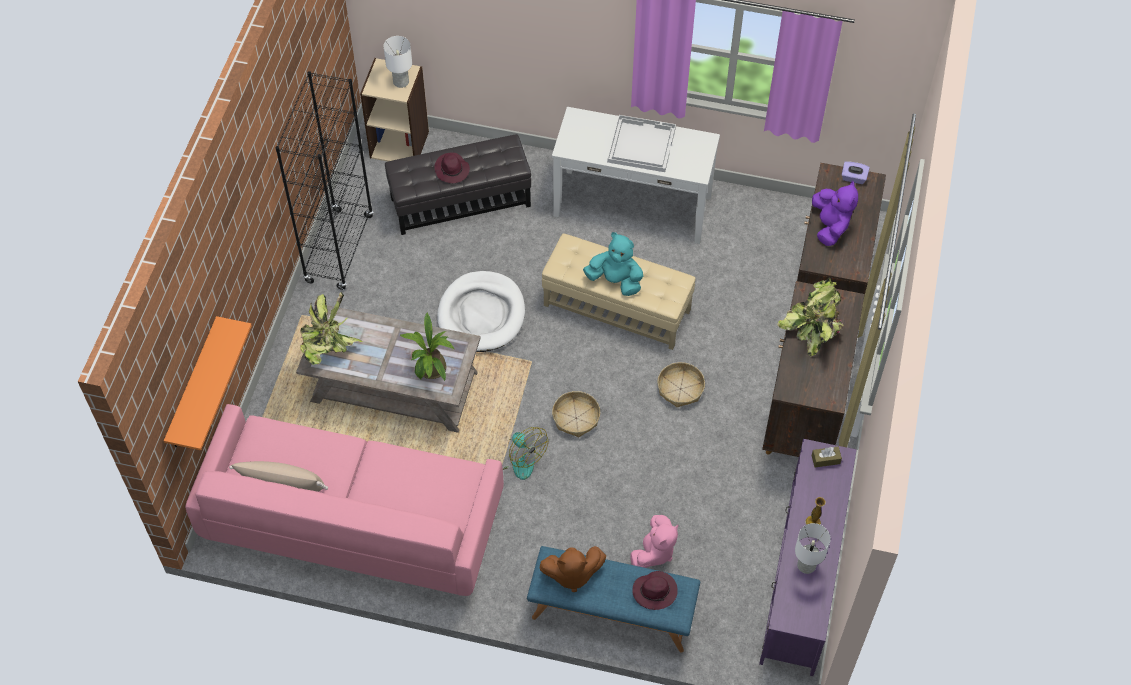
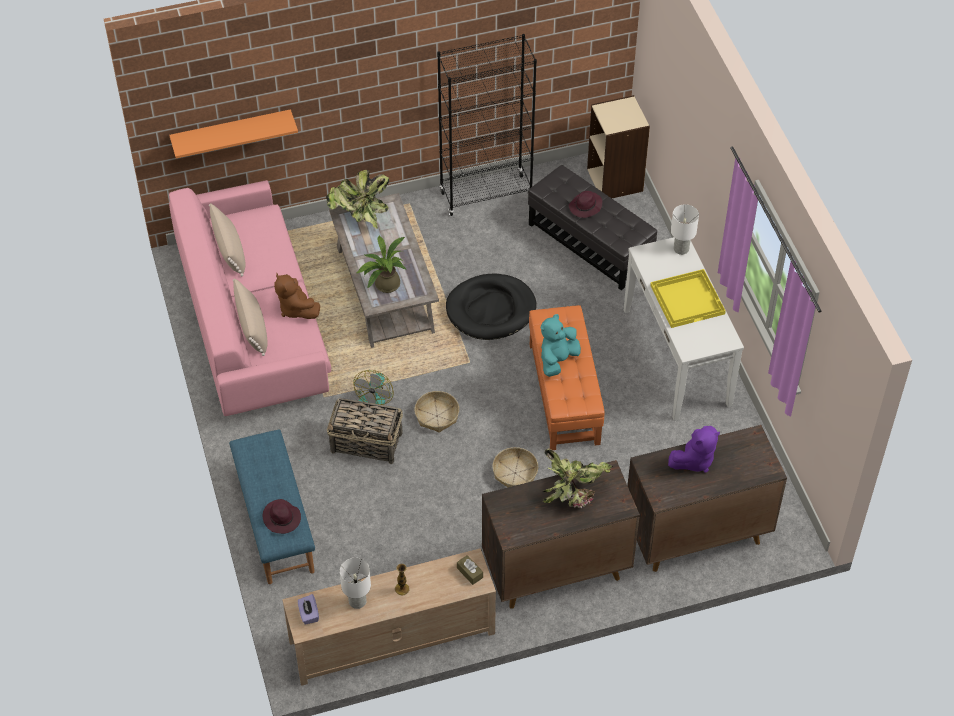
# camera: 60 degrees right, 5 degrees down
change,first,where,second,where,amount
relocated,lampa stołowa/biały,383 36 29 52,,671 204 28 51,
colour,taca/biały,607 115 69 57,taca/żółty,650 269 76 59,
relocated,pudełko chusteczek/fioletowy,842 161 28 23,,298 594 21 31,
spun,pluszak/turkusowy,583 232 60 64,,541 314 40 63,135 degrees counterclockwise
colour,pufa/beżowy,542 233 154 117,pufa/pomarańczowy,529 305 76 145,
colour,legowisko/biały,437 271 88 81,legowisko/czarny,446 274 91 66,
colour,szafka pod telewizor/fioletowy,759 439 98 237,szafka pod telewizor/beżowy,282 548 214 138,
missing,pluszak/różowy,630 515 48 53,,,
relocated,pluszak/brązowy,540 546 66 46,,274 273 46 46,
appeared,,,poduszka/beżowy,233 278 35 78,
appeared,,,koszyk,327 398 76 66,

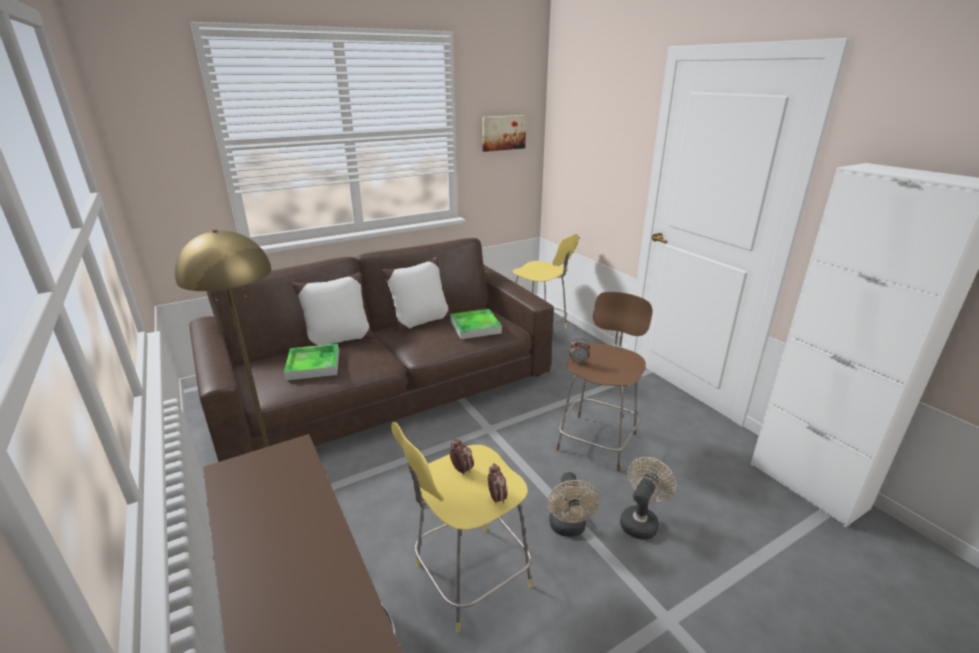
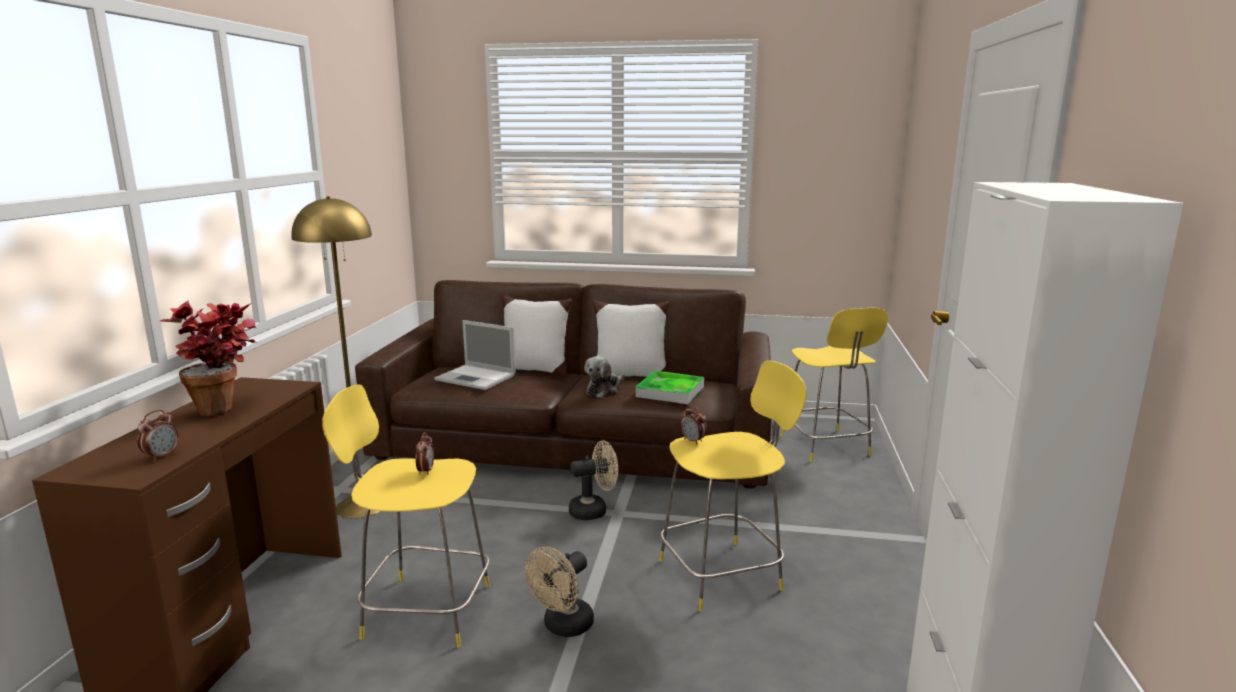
# camera: 40 degrees right, 10 degrees down
change,first,where,second,where,amount
missing,obraz,482 115 44 37,,,
colour,stołek/brązowy,556 292 97 179,stołek/żółty,659 360 148 251,
exchanged,taca,284 344 55 37,laptop,434 320 82 70,
relocated,wentylator/beżowy,620 457 57 83,,569 440 49 80,
relocated,budzik,488 463 19 41,,137 410 41 52,
appeared,,,roślina doniczkowa,160 301 97 116,
appeared,,,pluszak,584 356 41 42,

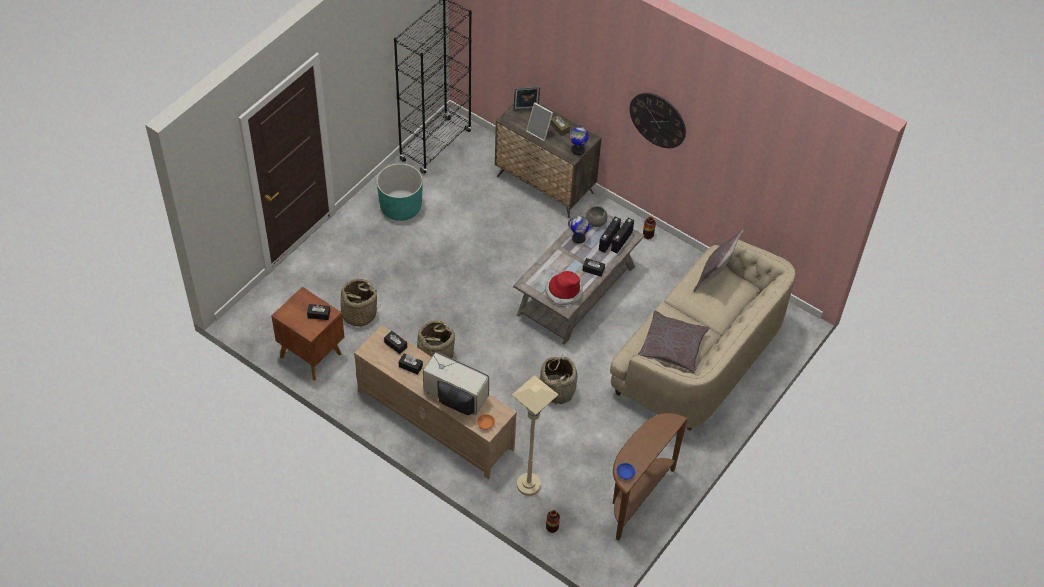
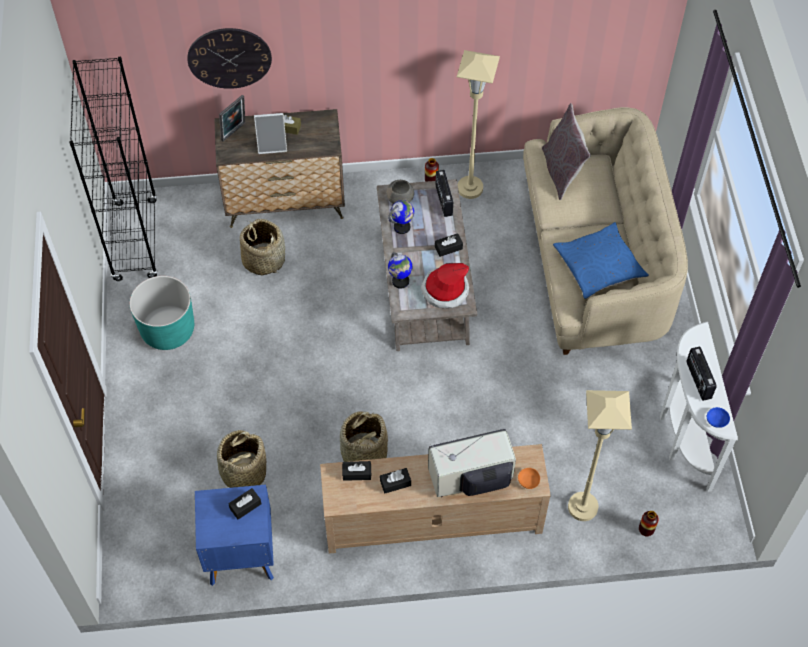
# camera: 40 degrees left, 5 degrees up
change,first,where,second,where,amount
relocated,zegar ścienny,630 93 56 55,,187 28 85 61,
relocated,globus,570 125 18 30,,388 252 25 37,
relocated,radio,599 217 22 36,,687 347 30 54,
colour,szafka nocna/brązowy,271 287 73 93,szafka nocna/niebieski,195 485 79 101,
colour,poduszka/szary,638 311 72 62,poduszka/niebieski,553 222 96 77,
relocated,koszyk,540 356 38 49,,240 219 45 56,
colour,stolik konsolowy/brązowy,613 413 75 128,stolik konsolowy/biały,660 322 78 170,
appeared,,,lampa stojąca/beżowy,457 50 43 149,

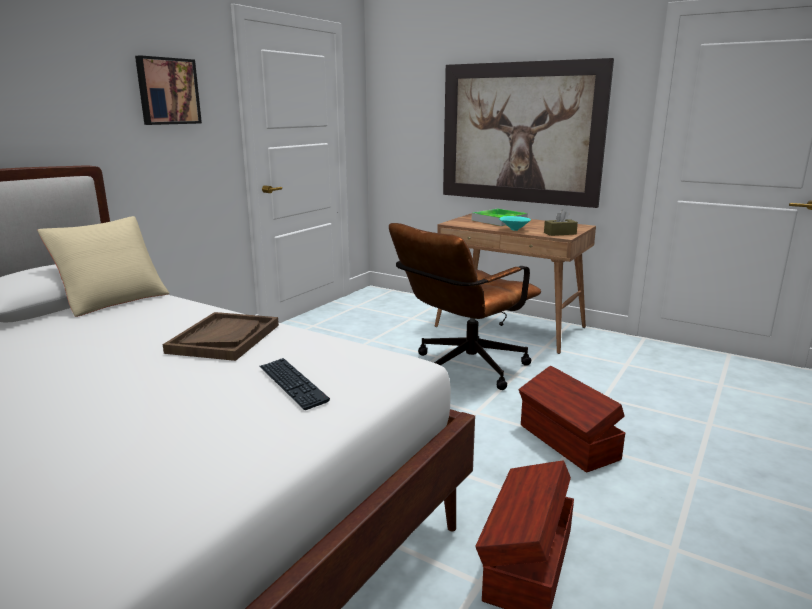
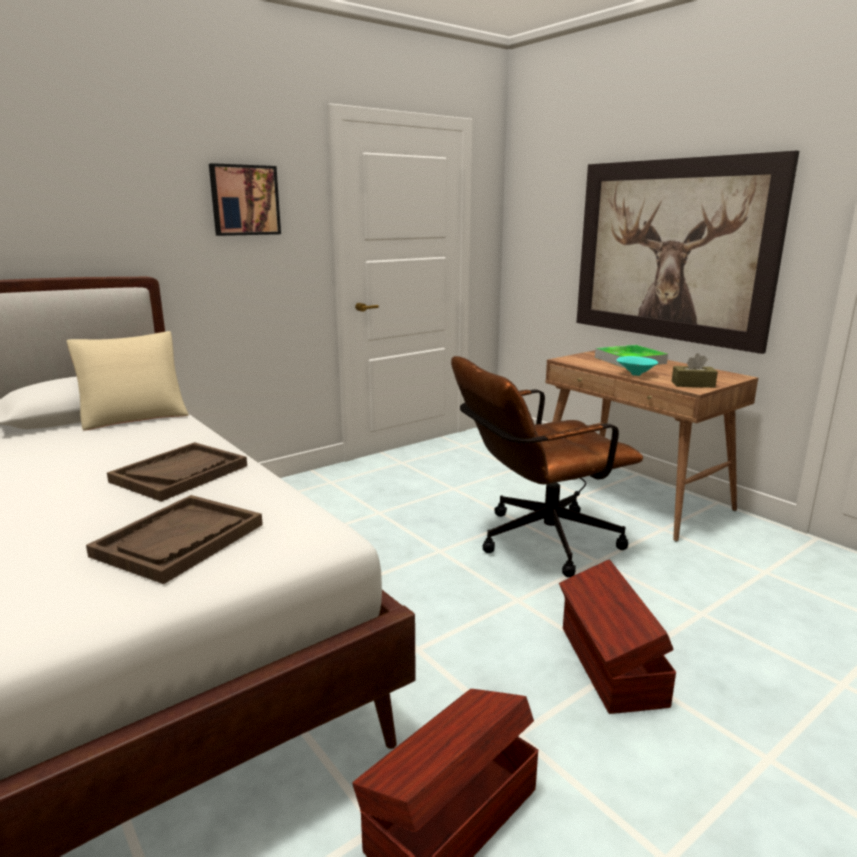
# camera: 20 degrees right, 0 degrees up
change,first,where,second,where,amount
exchanged,klawiatura,260 358 70 52,taca/brązowy,86 495 177 89,

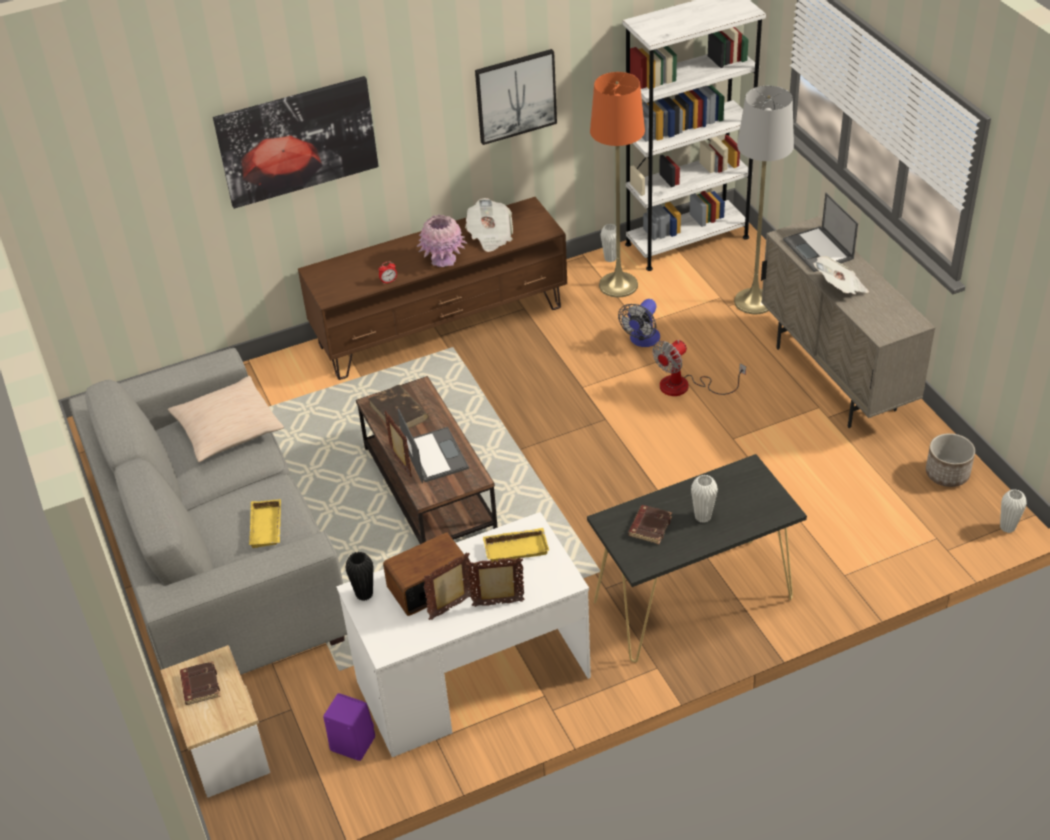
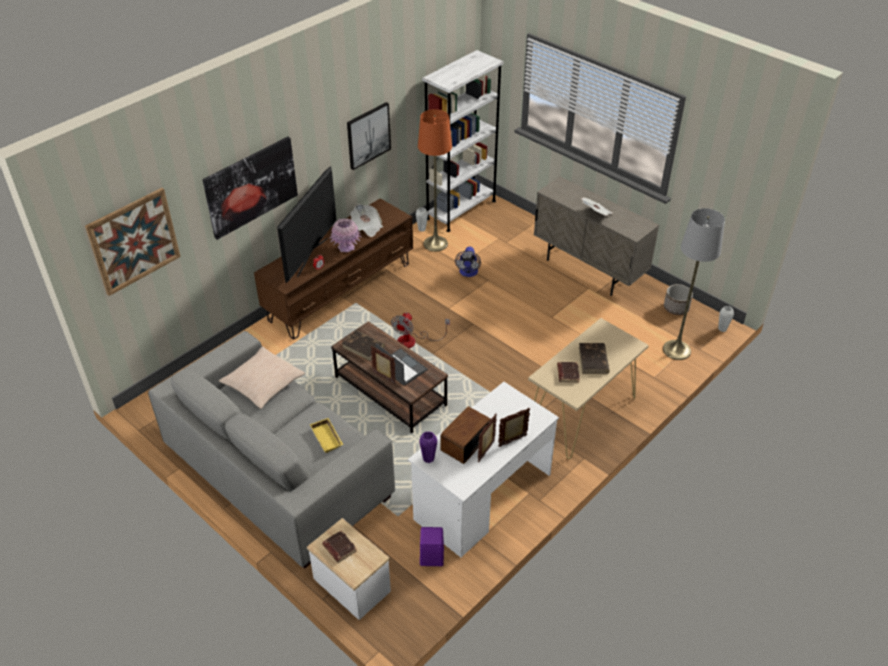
# camera: 25 degrees left, 0 degrees up
change,first,where,second,where,amount
relocated,lampa stojąca/szary,734 86 60 228,,663 208 62 152,
missing,laptop,783 193 75 79,,,
relocated,wentylator,652 340 94 56,,391 313 59 35,
colour,stolik konsolowy/czarny,587 454 220 208,stolik konsolowy/beżowy,528 318 121 141,
exchanged,wazon/biały,691 475 27 48,książka/brązowy,579 343 31 31,
missing,taca/żółty,483 528 66 34,,,
colour,wazon/czarny,345 552 28 49,wazon/fioletowy,419 431 18 32,
appeared,,,telewizor,277 166 60 117,
appeared,,,obraz,85 188 96 108,

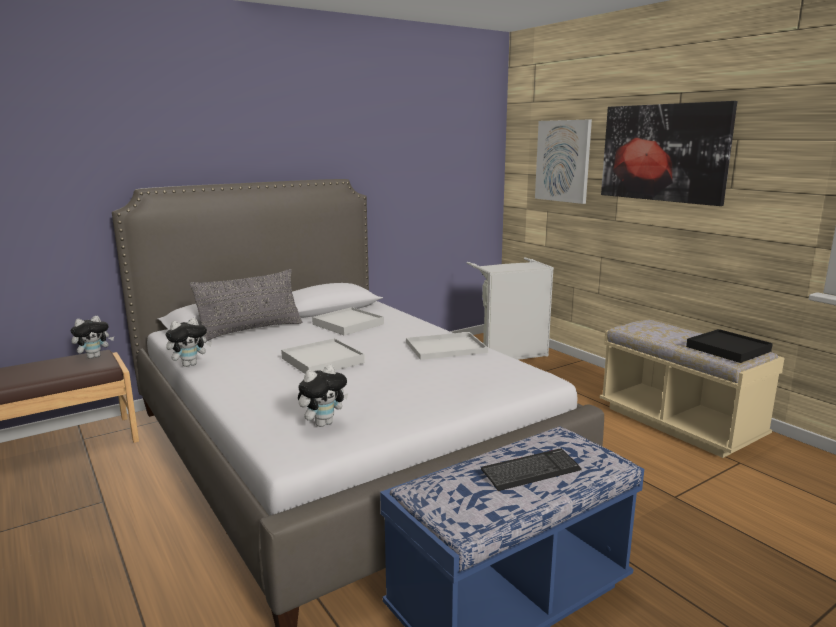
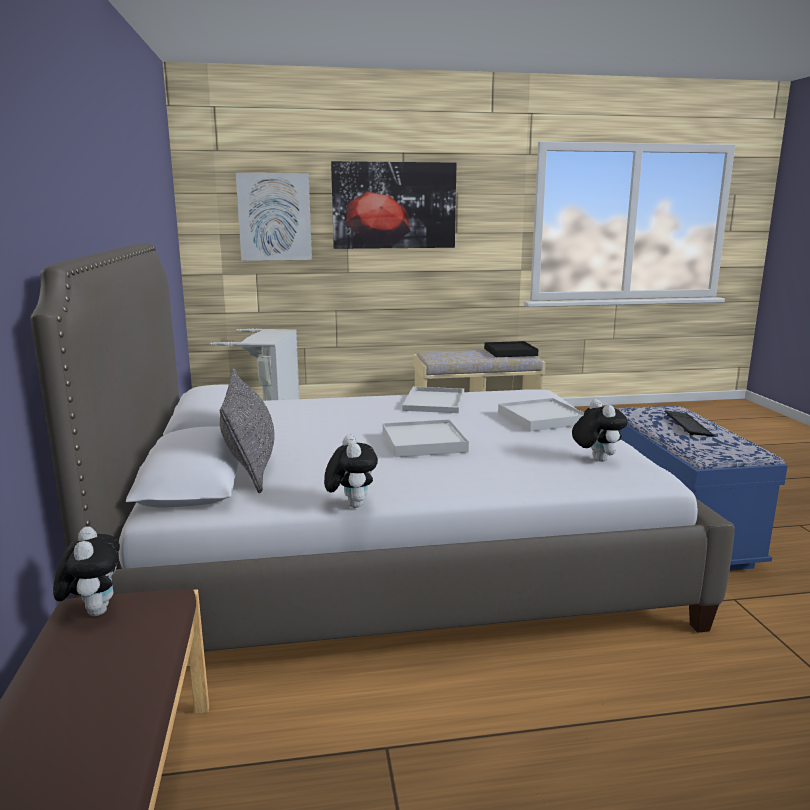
# camera: 65 degrees left, 0 degrees up
change,first,where,second,where,amount
relocated,taca/biały,312 307 72 28,,498 398 86 33,

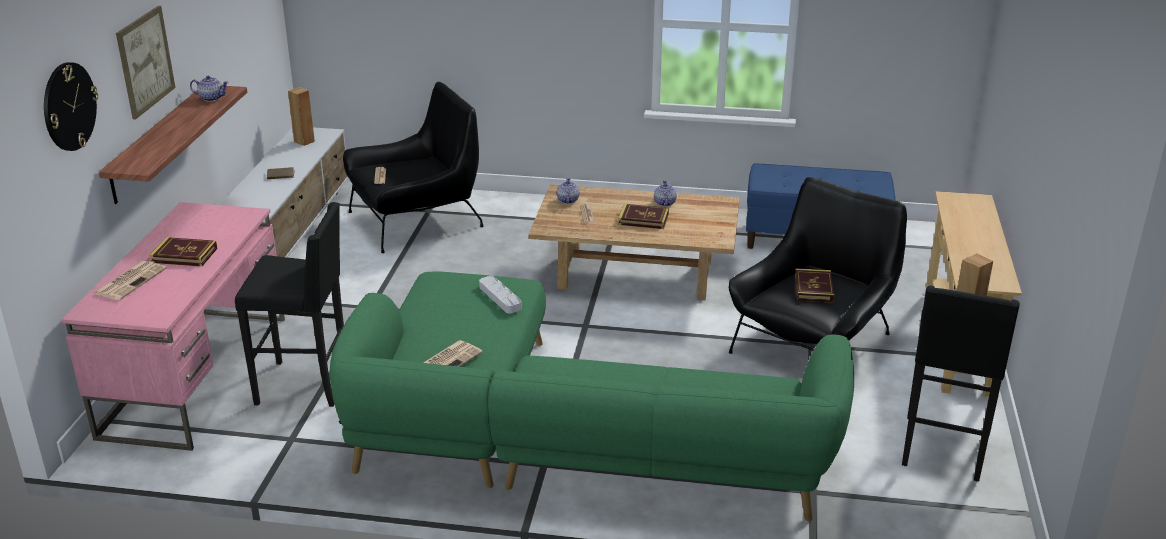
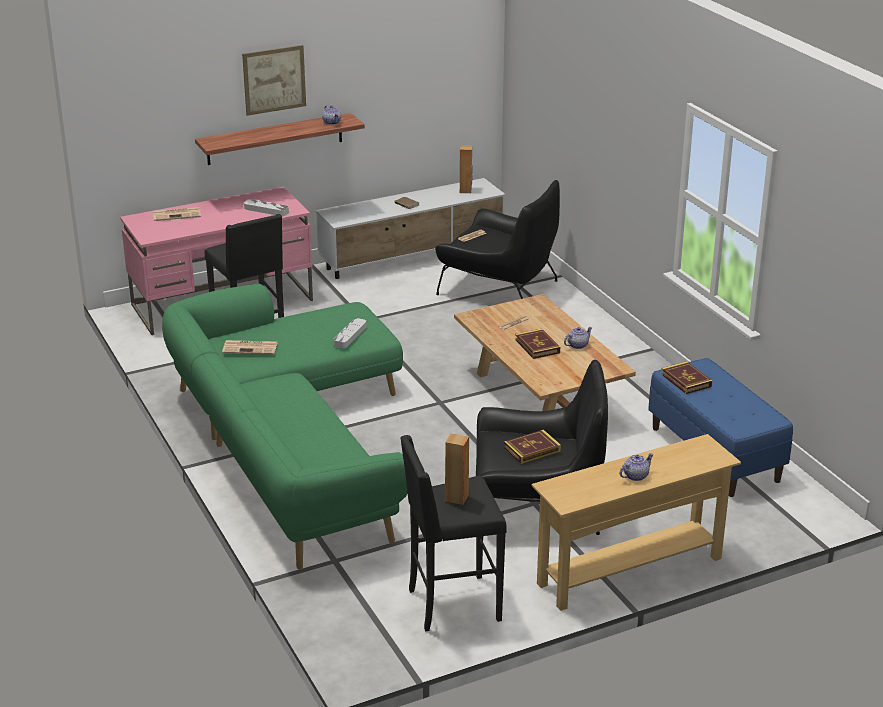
# camera: 55 degrees right, 0 degrees up
change,first,where,second,where,amount
missing,zegar ścienny,44 62 54 89,,,
relocated,imbryk,557 178 22 26,,620 453 34 28,
relocated,książka,150 237 67 30,,661 361 51 33,
appeared,,,taca/szary,244 199 45 17,

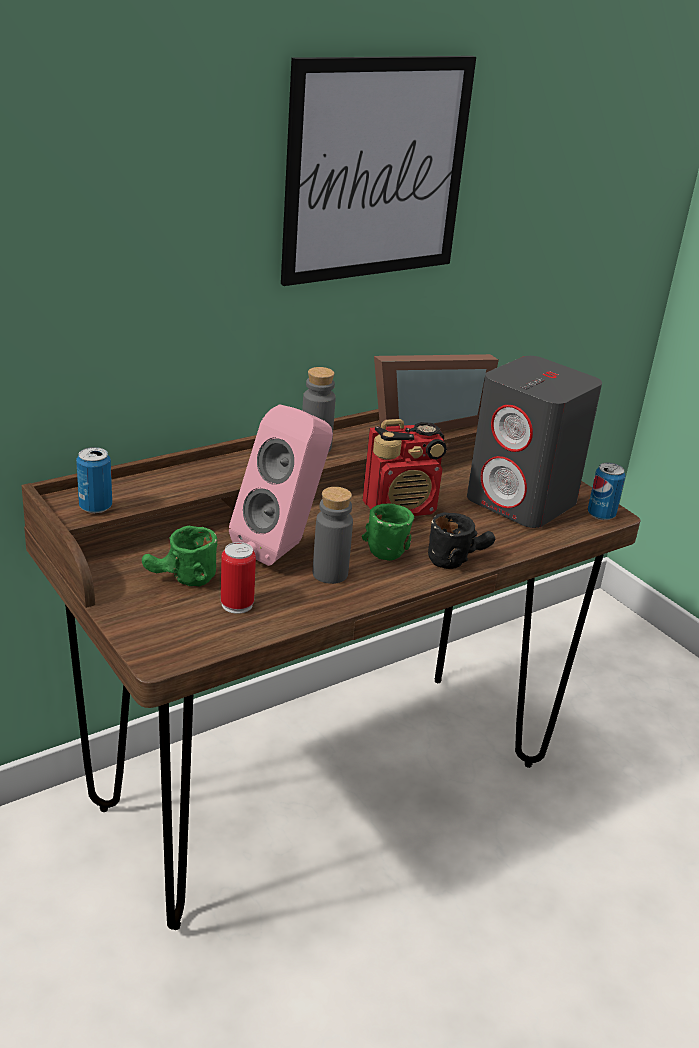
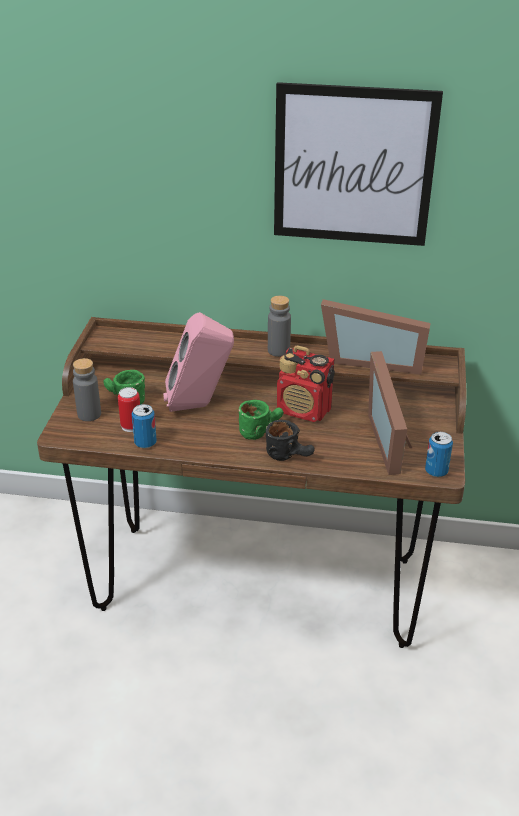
# camera: 45 degrees right, 5 degrees up
change,first,where,second,where,amount
exchanged,głośnik/szary,467 356 135 172,ramka na zdjęcie,368 351 44 124,
relocated,puszka,76 447 36 66,,132 404 25 44,
relocated,butelka/szary,313 487 40 97,,73 358 28 63,

